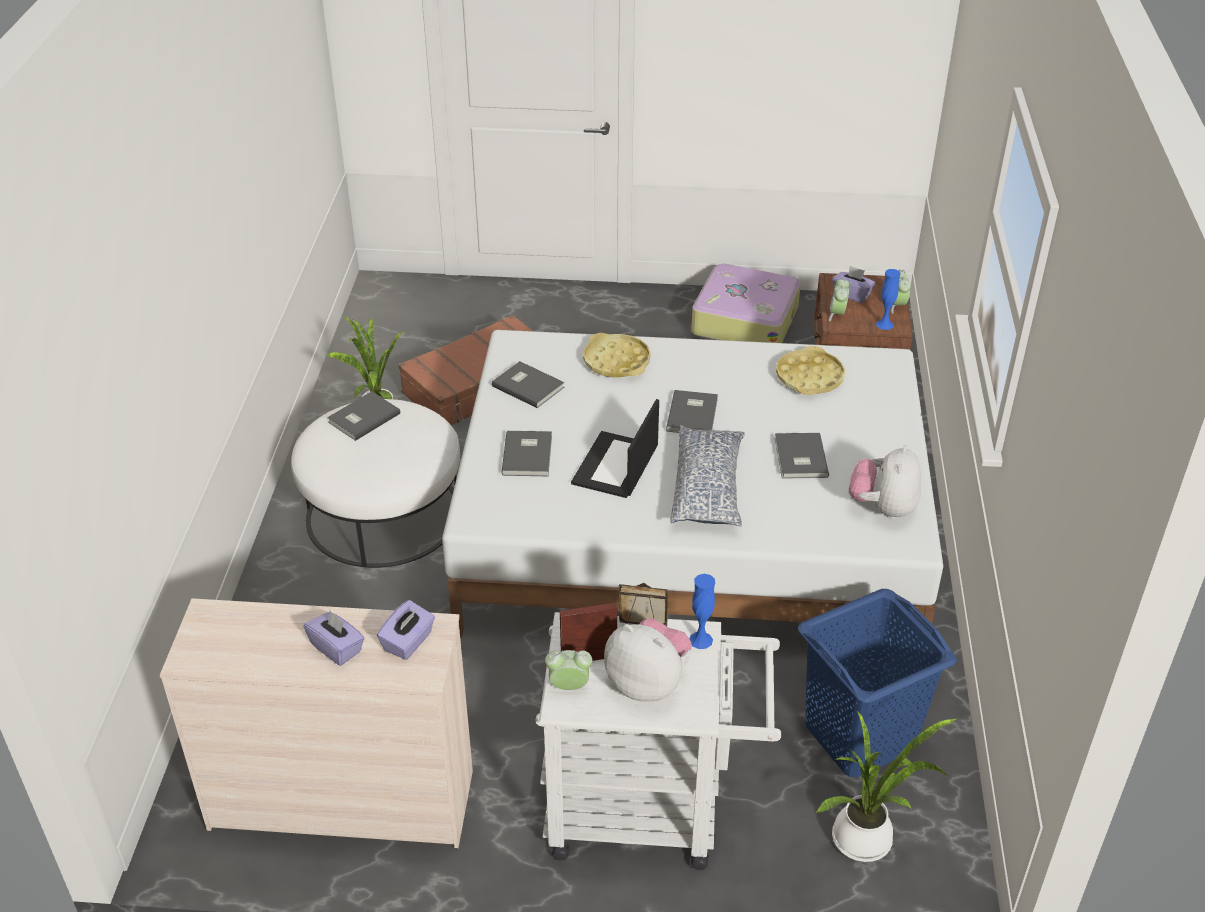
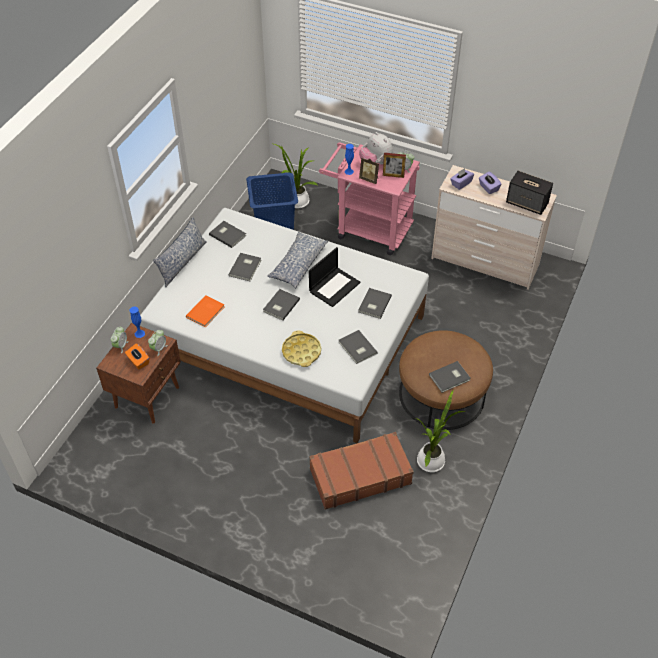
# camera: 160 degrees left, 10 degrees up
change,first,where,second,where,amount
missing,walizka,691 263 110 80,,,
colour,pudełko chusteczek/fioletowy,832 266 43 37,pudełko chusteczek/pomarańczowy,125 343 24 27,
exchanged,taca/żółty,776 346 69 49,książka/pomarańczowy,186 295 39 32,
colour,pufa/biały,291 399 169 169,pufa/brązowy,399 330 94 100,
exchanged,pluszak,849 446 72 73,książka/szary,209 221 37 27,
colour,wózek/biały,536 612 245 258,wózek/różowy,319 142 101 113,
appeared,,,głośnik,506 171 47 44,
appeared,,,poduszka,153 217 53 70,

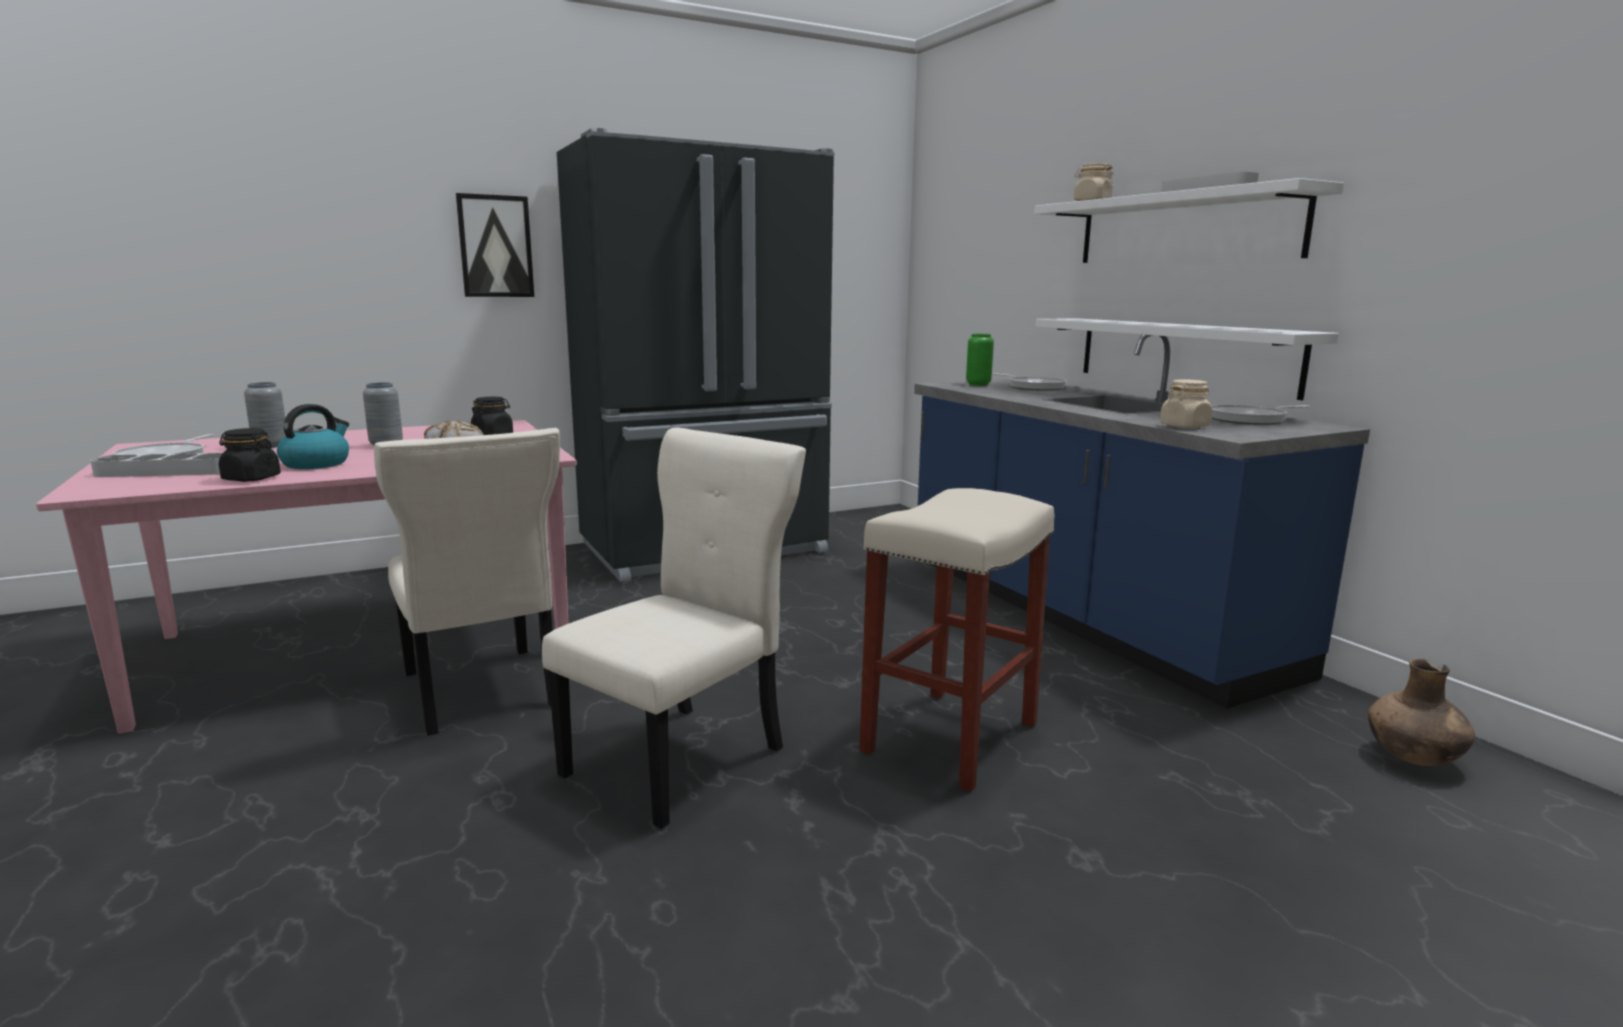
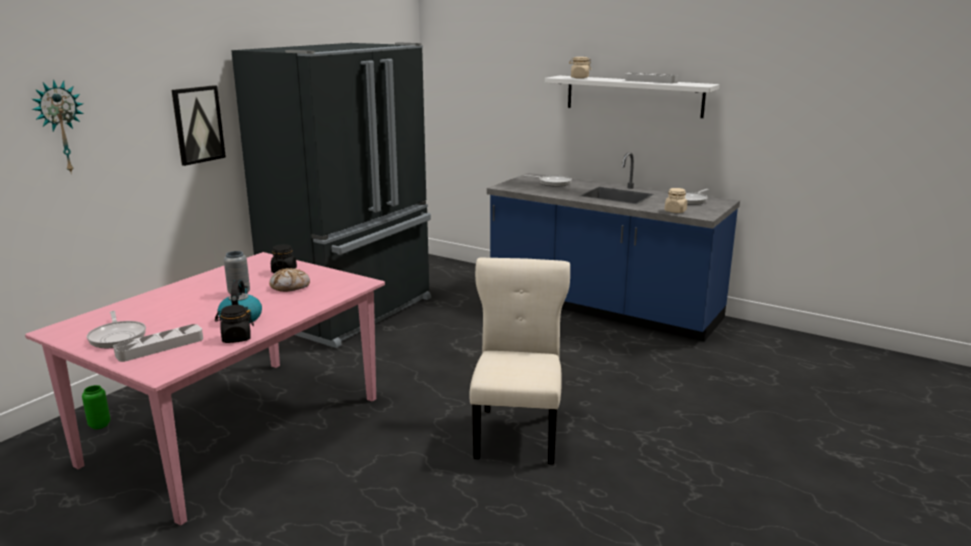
# camera: 30 degrees left, 5 degrees up
change,first,where,second,where,amount
missing,półka/biały,1036 318 303 82,,,
relocated,wazon/zielony,966 334 28 52,,82 385 29 44,
missing,wazon/szary,244 382 42 66,,,
missing,krzesło/beżowy,374 428 186 308,,,
missing,stołek/beżowy,859 488 195 304,,,
missing,wazon/brązowy,1368 659 107 107,,,
appeared,,,zegar ścienny,32 79 52 93,

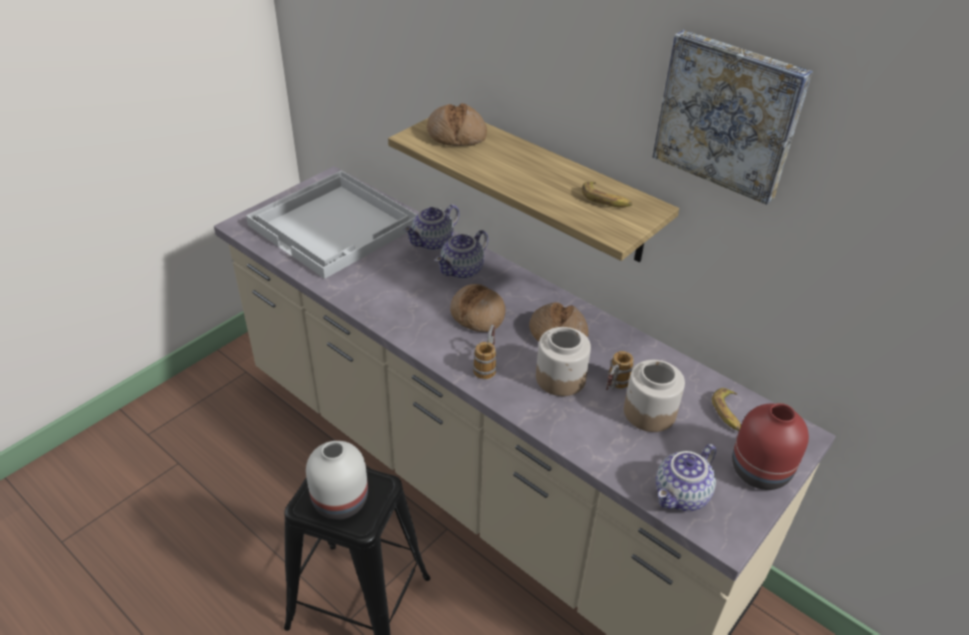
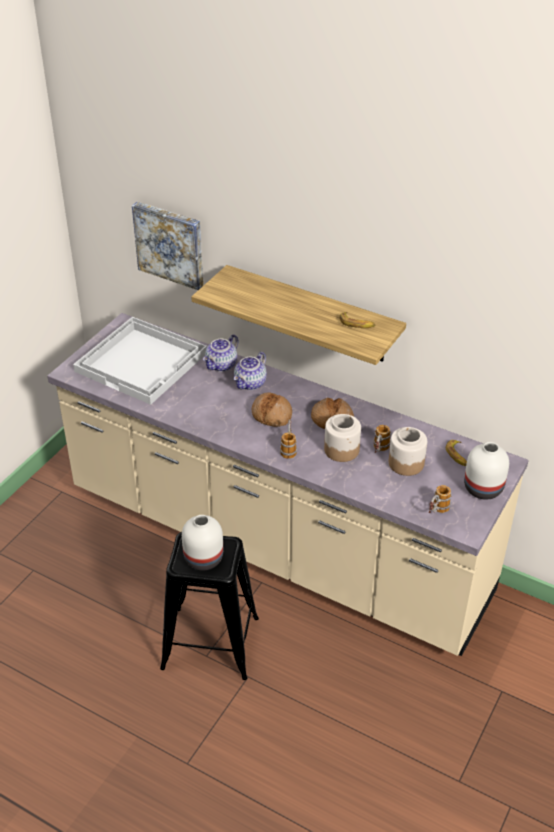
# camera: 10 degrees left, 0 degrees up
change,first,where,second,where,amount
relocated,obraz,652 30 161 175,,132 202 71 88,
missing,chleb,427 103 60 43,,,
colour,wazon/czerwony,732 403 77 87,wazon/biały,464 442 45 58,
exchanged,imbryk,656 444 60 67,kubek,429 485 23 28,

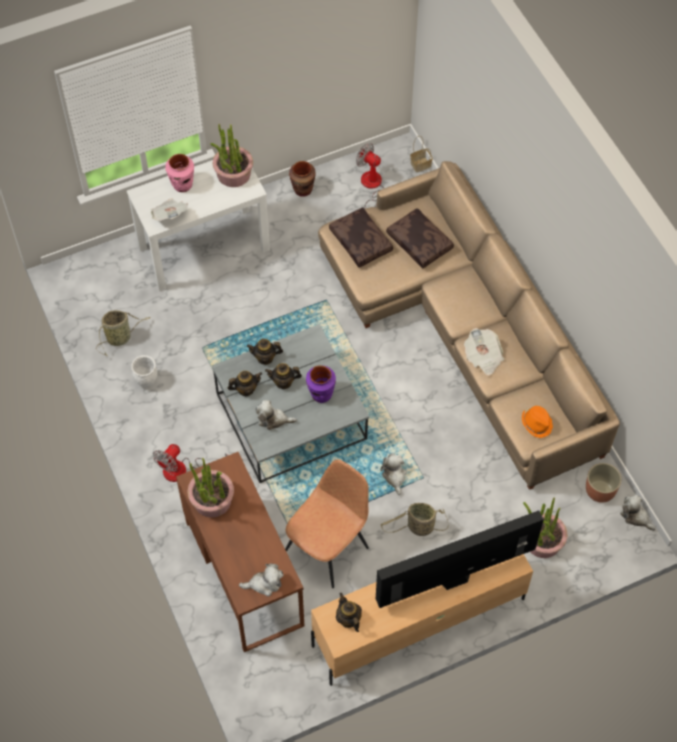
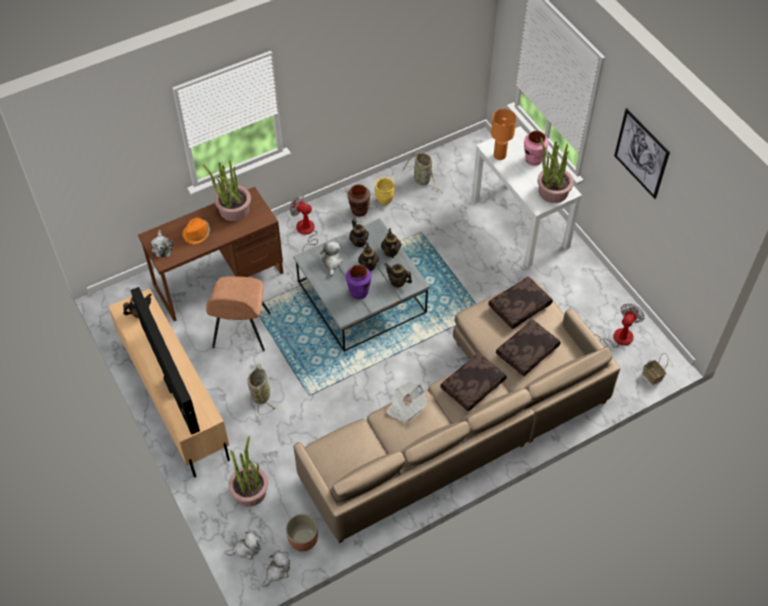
# camera: 85 degrees right, 5 degrees down
change,first,where,second,where,amount
relocated,wazon/brązowy,289 161 27 36,,347 184 23 33,
exchanged,gazeta,151 198 37 23,lampa stołowa/pomarańczowy,491 109 25 51,
colour,donica/biały,131 355 26 33,donica/żółty,375 177 20 28,
relocated,kapelusz/pomarańczowy,522 406 31 32,,182 218 28 26,
relocated,pluszak,380 453 26 42,,224 531 37 29,
spun,krzesło/brązowy,285 460 84 128,,206 276 65 75,60 degrees clockwise
appeared,,,obraz,614 108 56 91,
appeared,,,imbryk,385 263 27 25,
appeared,,,poduszka/brązowy,440 352 67 60,

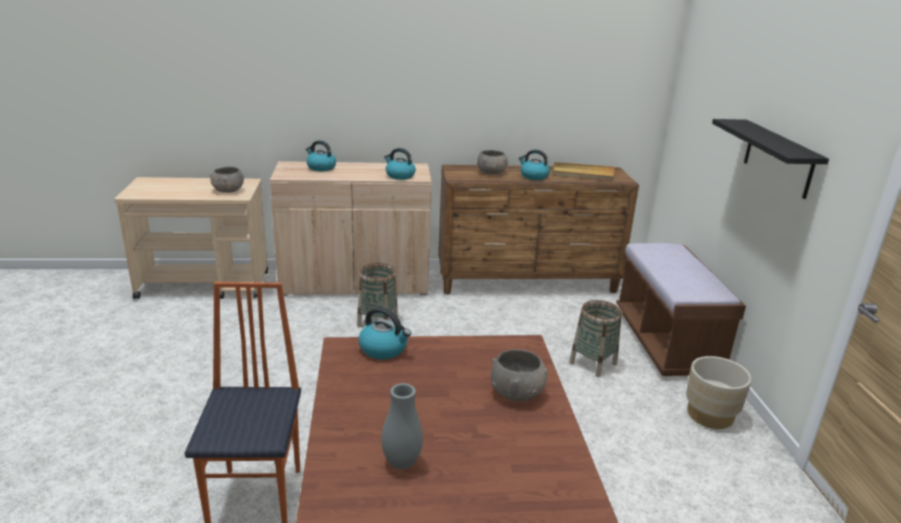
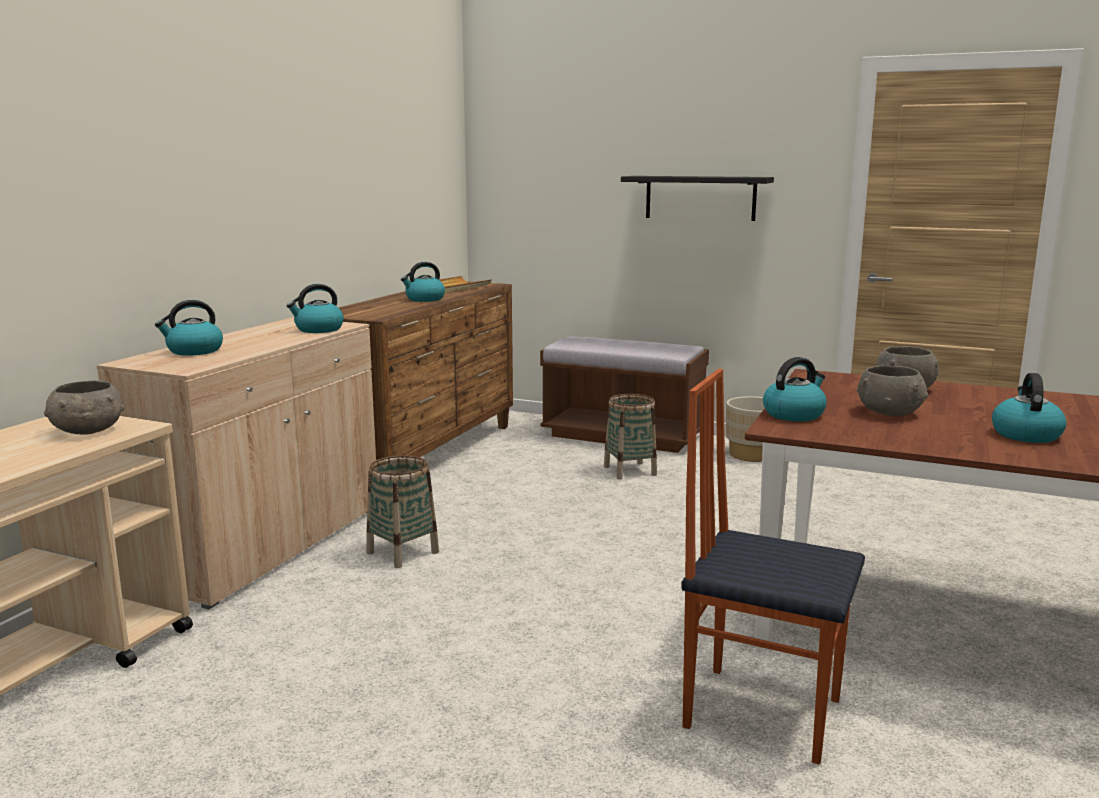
# camera: 60 degrees left, 10 degrees down
change,first,where,second,where,amount
relocated,miska/szary,476 150 32 24,,857 365 71 51,
exchanged,wazon/szary,381 383 42 86,czajnik,992 373 75 70,

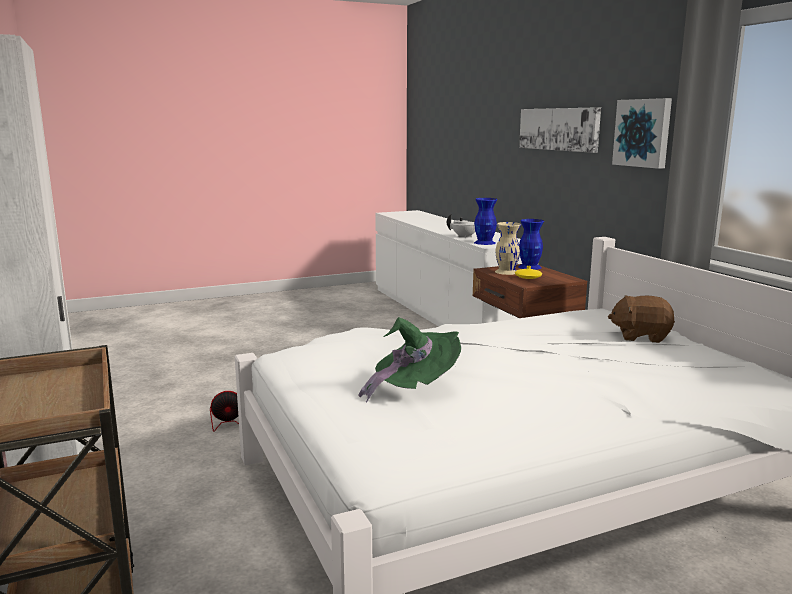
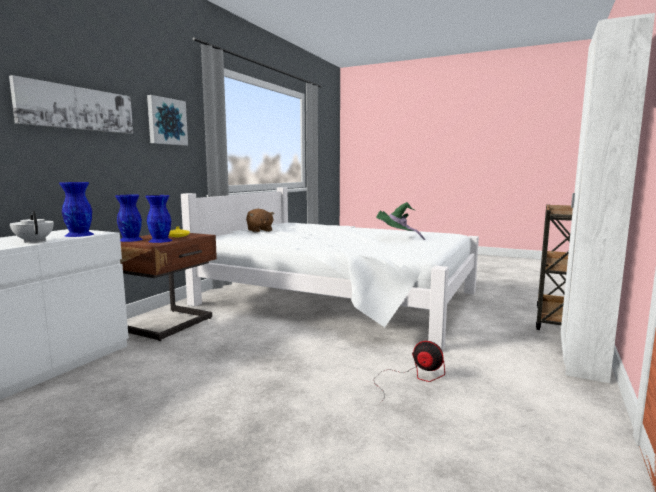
# camera: 130 degrees left, 5 degrees down
change,first,where,second,where,amount
colour,wazon/beżowy,495 222 26 53,wazon/niebieski,145 195 27 48,

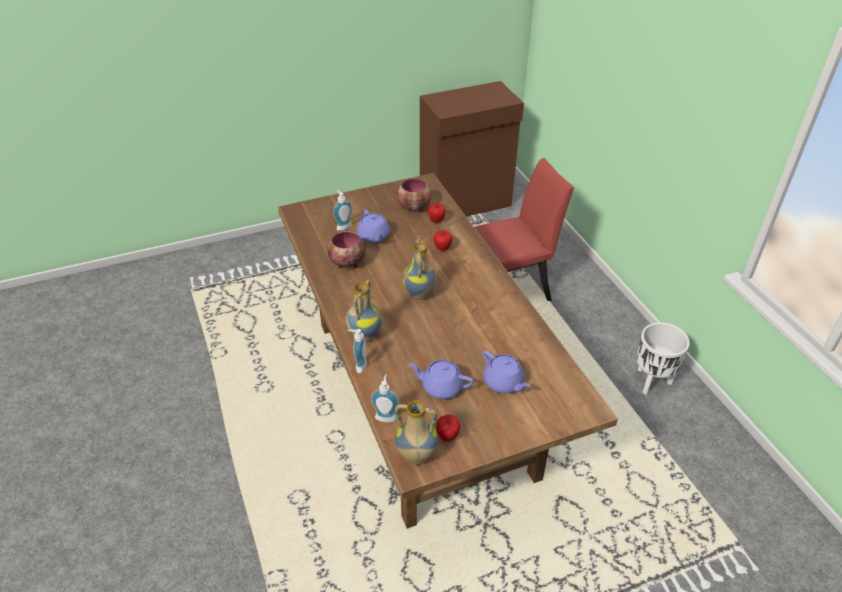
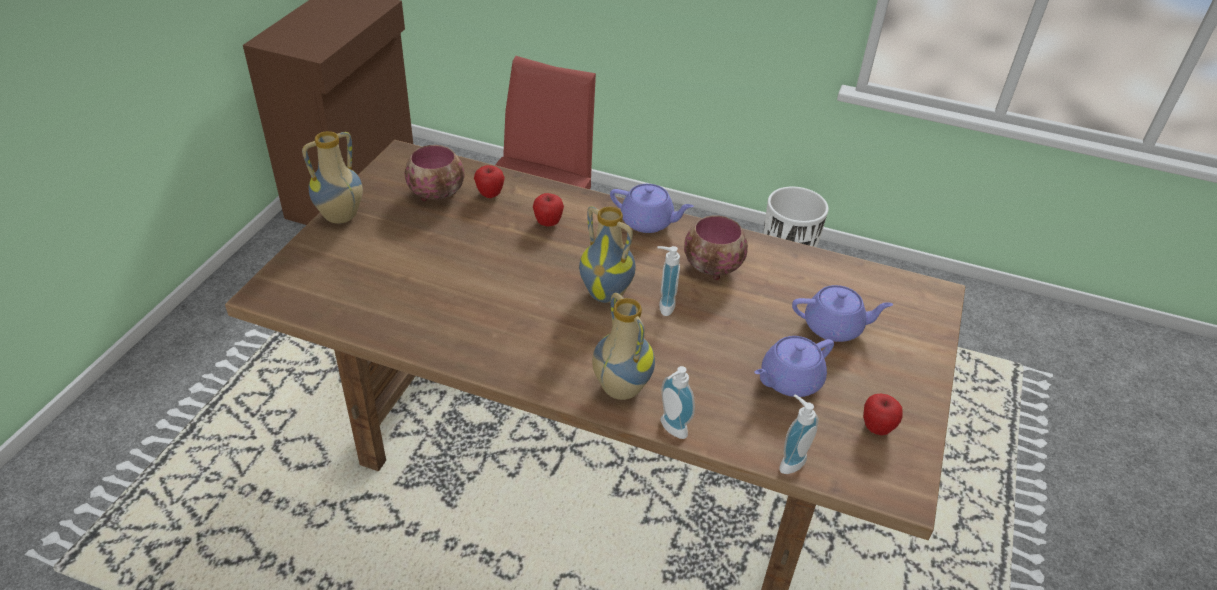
# camera: 50 degrees left, 0 degrees up
change,first,where,second,where,amount
relocated,dozownik mydła,333 190 19 41,,657 246 23 70,
relocated,imbryk/fioletowy,357 210 33 33,,610 184 84 49,
relocated,miska,327 231 39 37,,684 215 64 65,
relocated,wazon,395 400 43 65,,302 131 61 93,

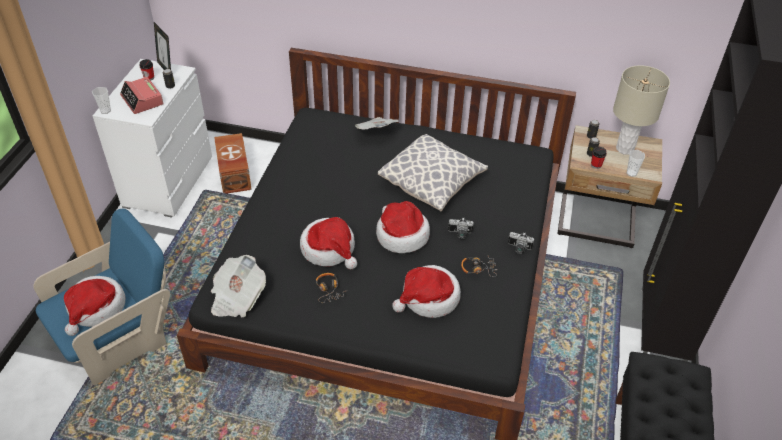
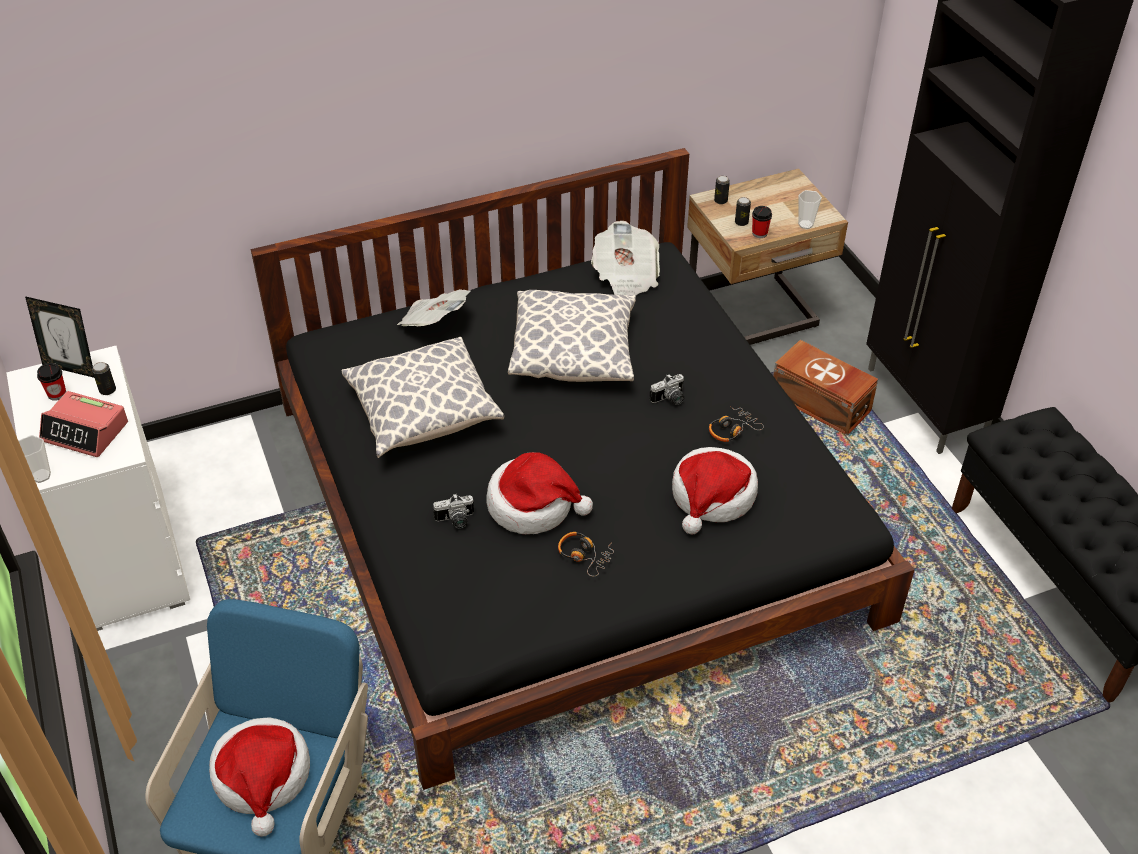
# camera: 35 degrees left, 0 degrees up
change,first,where,second,where,amount
missing,lampa stołowa/beżowy,613 65 57 90,,,
relocated,pojemnik do przechowywania/brązowy,214 133 38 60,,773 340 105 95,
missing,kapelusz,376 201 54 52,,,
relocated,aparat fotograficzny,508 232 26 22,,433 494 41 35,
relocated,gazeta,211 255 55 62,,591 221 69 75,
appeared,,,poduszka,342 337 162 121,

